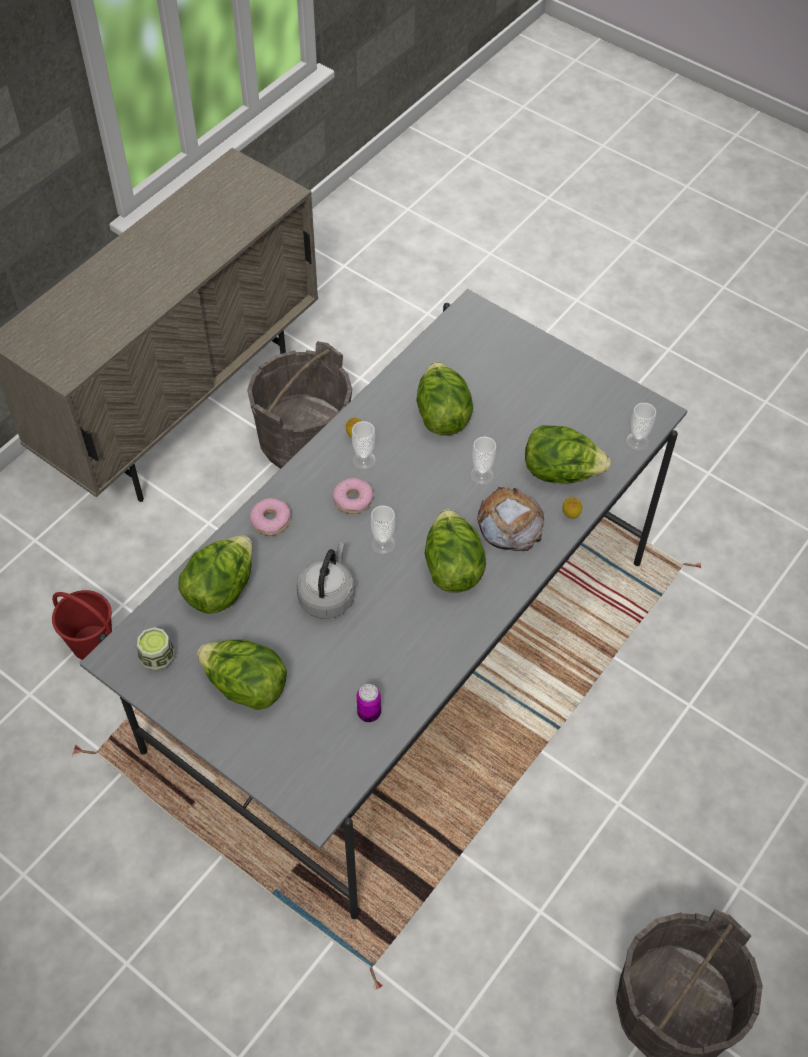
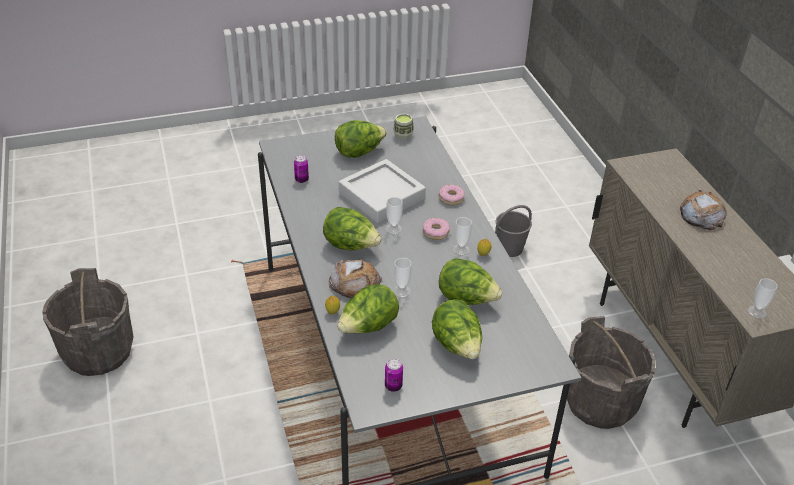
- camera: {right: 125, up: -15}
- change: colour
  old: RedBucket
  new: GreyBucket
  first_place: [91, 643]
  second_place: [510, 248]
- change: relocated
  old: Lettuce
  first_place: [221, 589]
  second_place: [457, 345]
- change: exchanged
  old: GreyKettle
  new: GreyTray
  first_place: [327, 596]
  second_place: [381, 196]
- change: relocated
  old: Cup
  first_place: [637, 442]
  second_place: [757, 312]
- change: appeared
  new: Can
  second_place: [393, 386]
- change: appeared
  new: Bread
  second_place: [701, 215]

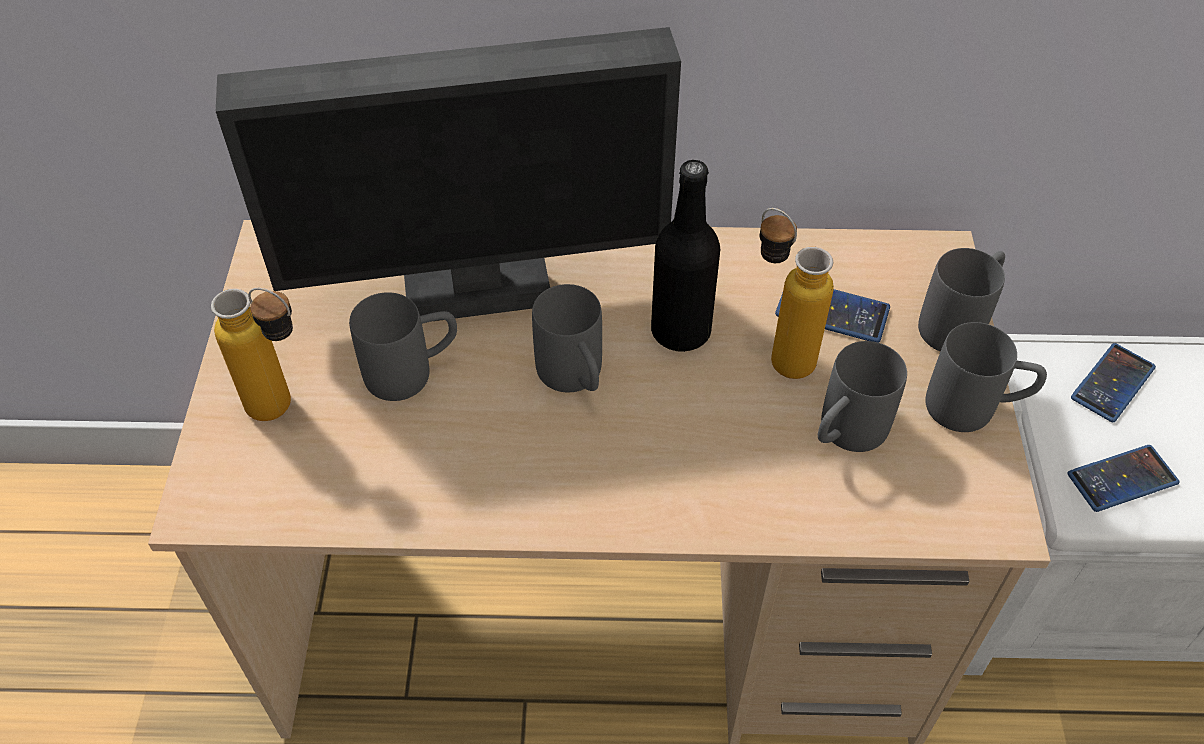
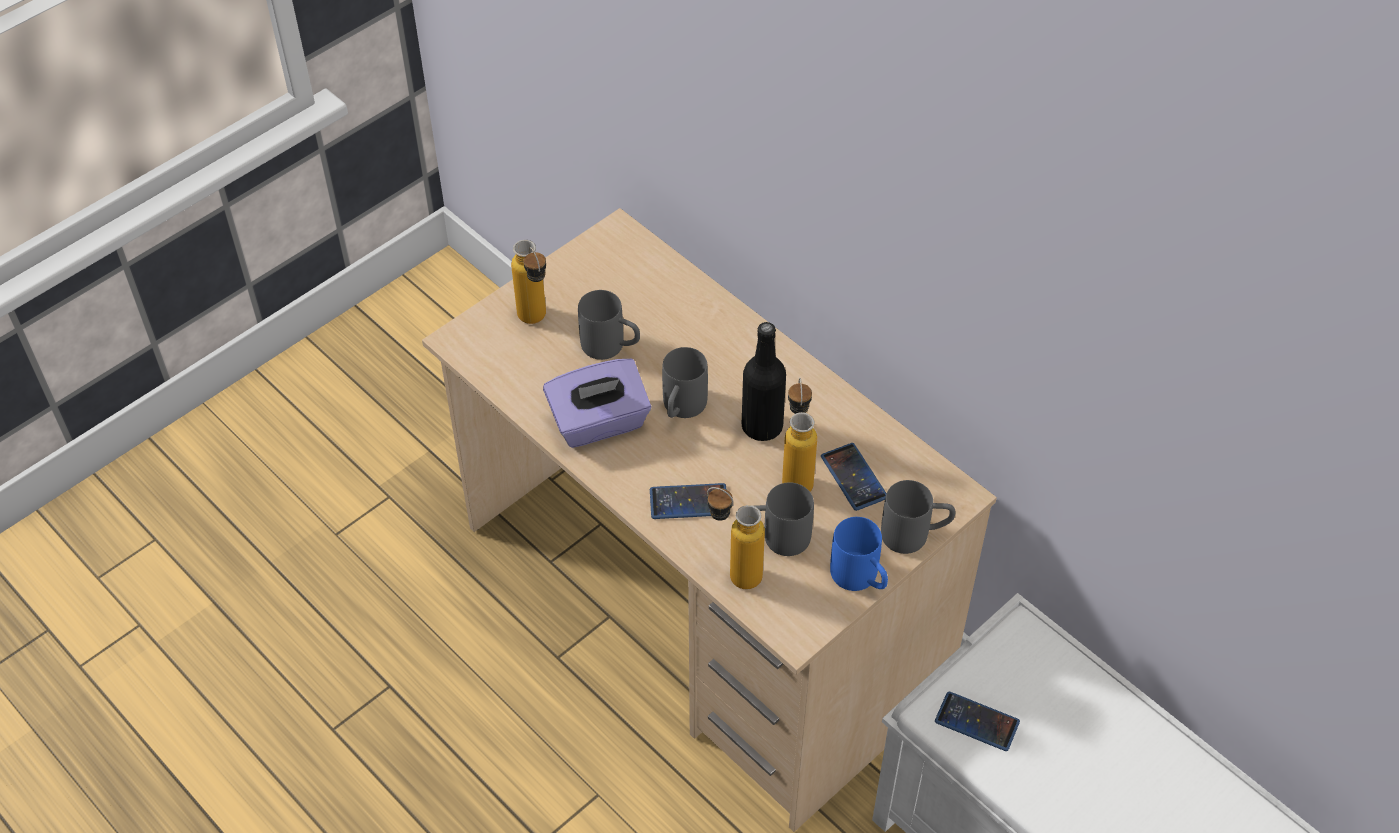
- camera: {right: 45, up: 0}
- change: missing
  old: Monitor
  first_place: [478, 293]
- change: colour
  old: GreyMug
  new: BlueMug
  first_place: [975, 408]
  second_place: [860, 580]
- change: relocated
  old: Phone
  first_place: [1112, 383]
  second_place: [688, 502]
- change: appeared
  new: PurpleTissueBox
  second_place: [599, 423]
- change: appeared
  new: Bottle
  second_place: [733, 572]

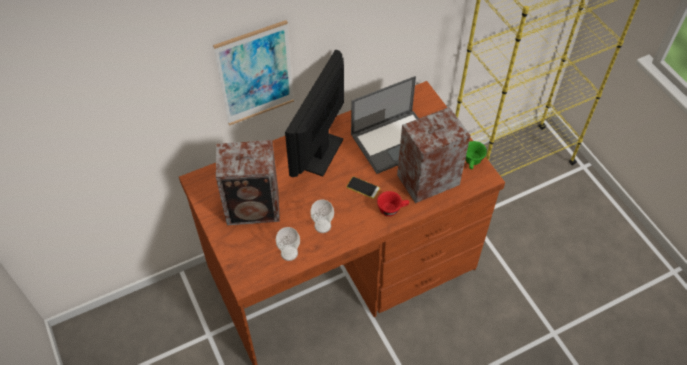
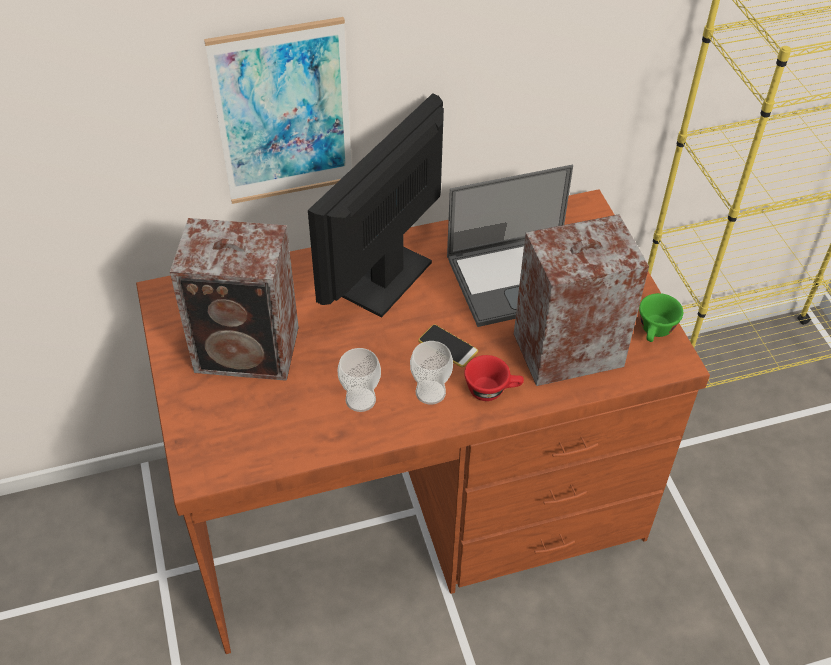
- camera: {right: 10, up: -5}
- change: relocated
  old: Cup
  first_place: [289, 253]
  second_place: [430, 392]

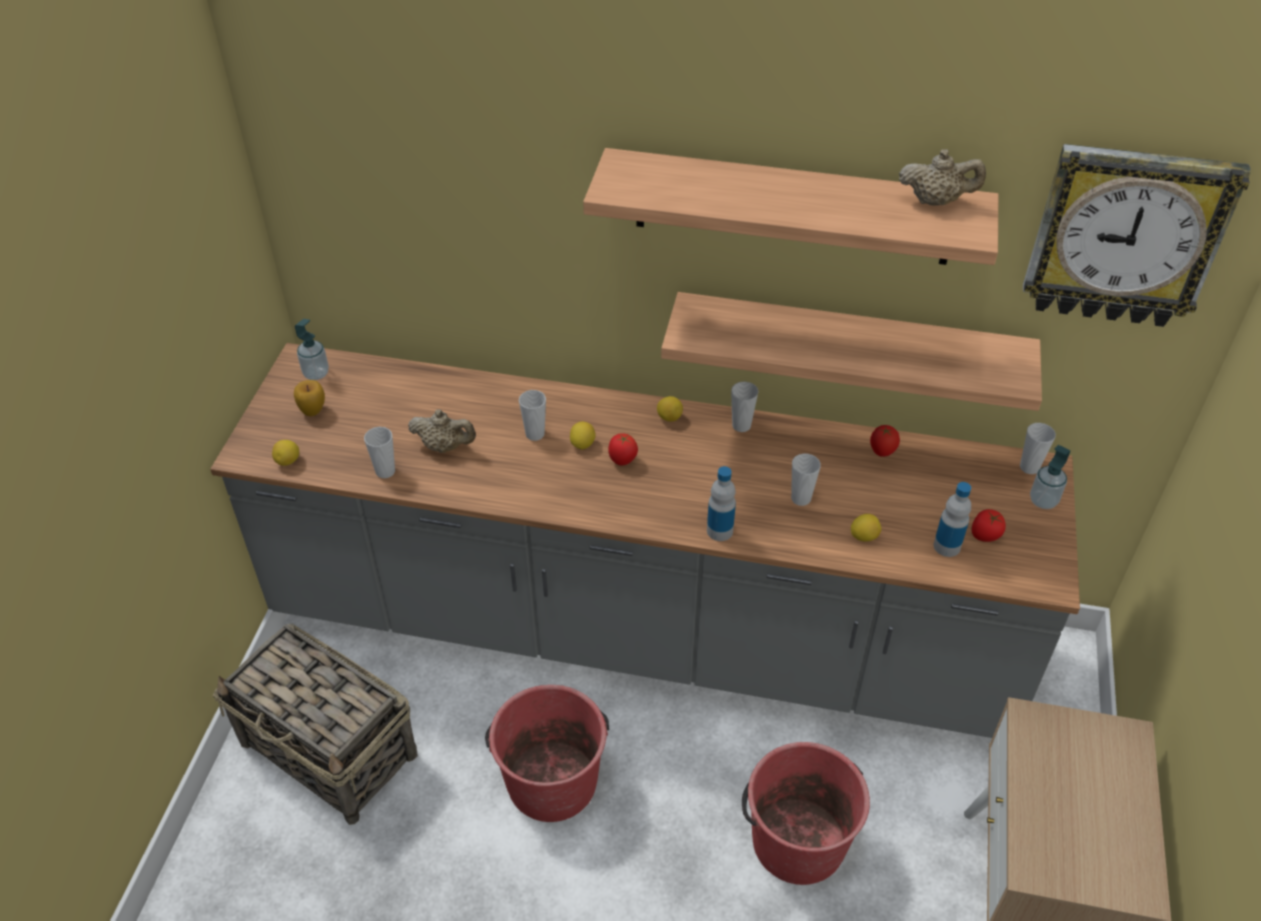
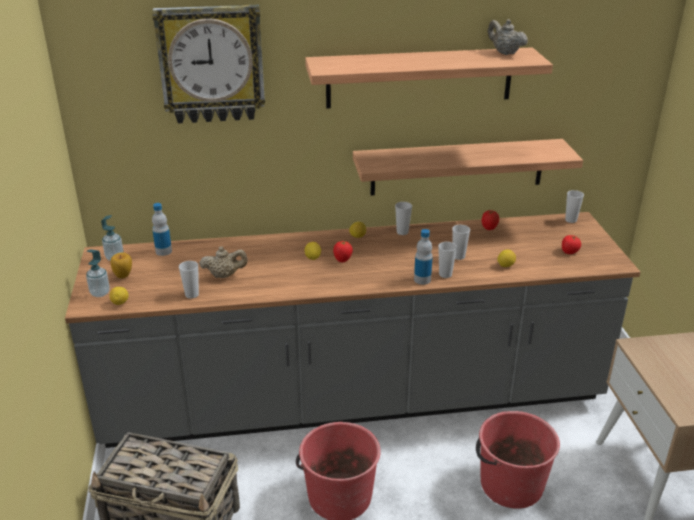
- camera: {right: -20, up: -15}
- change: relocated
  old: Cup
  first_place: [535, 434]
  second_place: [445, 274]
- change: spun
  old: BeigeTeapot
  first_place: [936, 201]
  second_place: [504, 53]
  degrees: -120
- change: relocated
  old: Bottle
  first_place: [947, 546]
  second_place: [163, 251]
- change: relocated
  old: WallClock
  first_place: [1125, 236]
  second_place: [211, 64]
- change: relocated
  old: SoapDispenser
  first_place: [1043, 501]
  second_place: [100, 293]

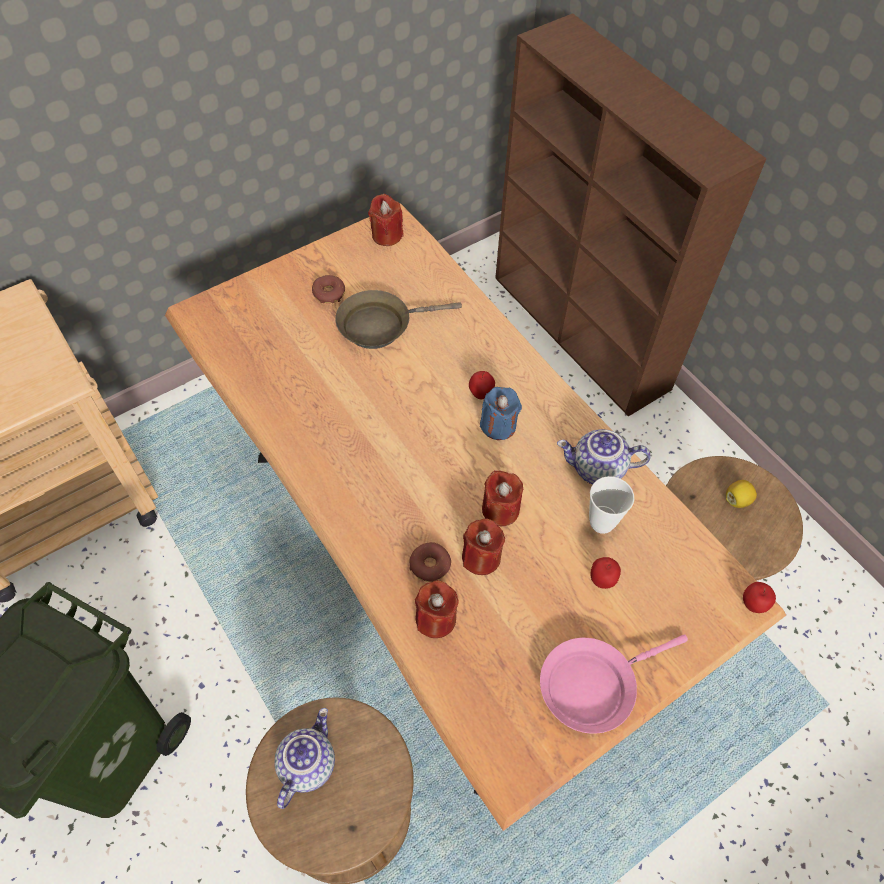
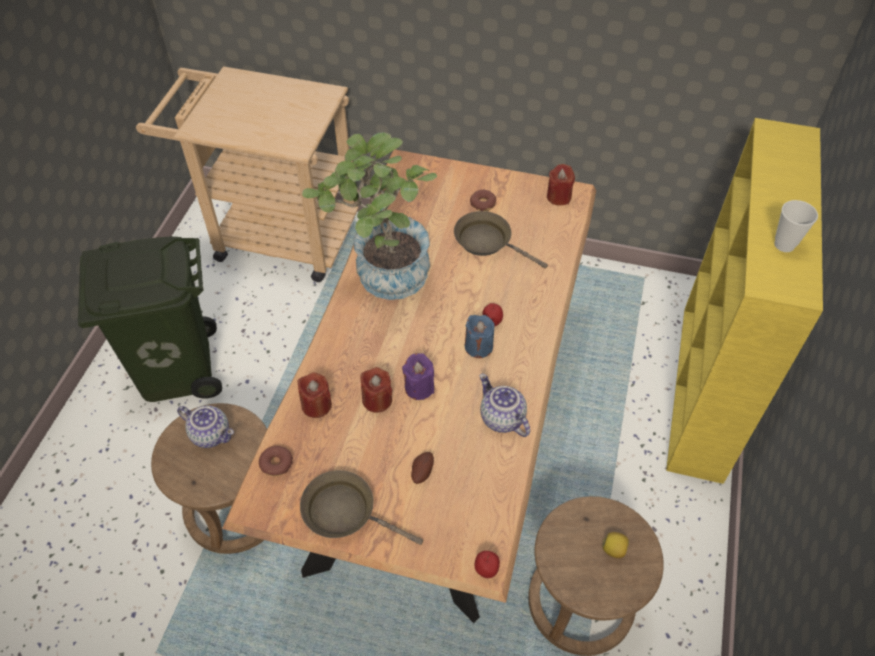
- camera: {right: 50, up: -5}
- change: spun
  old: Teapot
  first_place: [306, 763]
  second_place: [211, 434]
  degrees: 45
- change: relocated
  old: Donut
  first_place: [430, 565]
  second_place: [276, 463]
- change: colour
  old: RedCandle
  new: PurpleCandle
  first_place: [500, 509]
  second_place: [419, 387]
- change: colour
  old: BrownBookcase
  new: YellowBookcase
  first_place: [581, 333]
  second_place: [702, 392]
- change: colour
  old: PinkFryingPan
  new: BrownFryingPan
  first_place: [593, 684]
  second_place: [345, 512]
- change: relocated
  old: Cup
  first_place: [601, 522]
  second_place: [784, 245]
- change: exchanged
  old: Apple
  new: Potato
  first_place: [602, 580]
  second_place: [421, 472]
- change: appeared
  new: PottedPlant
  second_place: [383, 277]

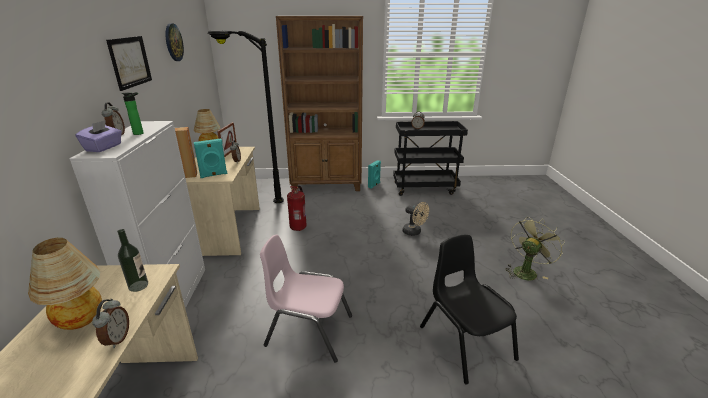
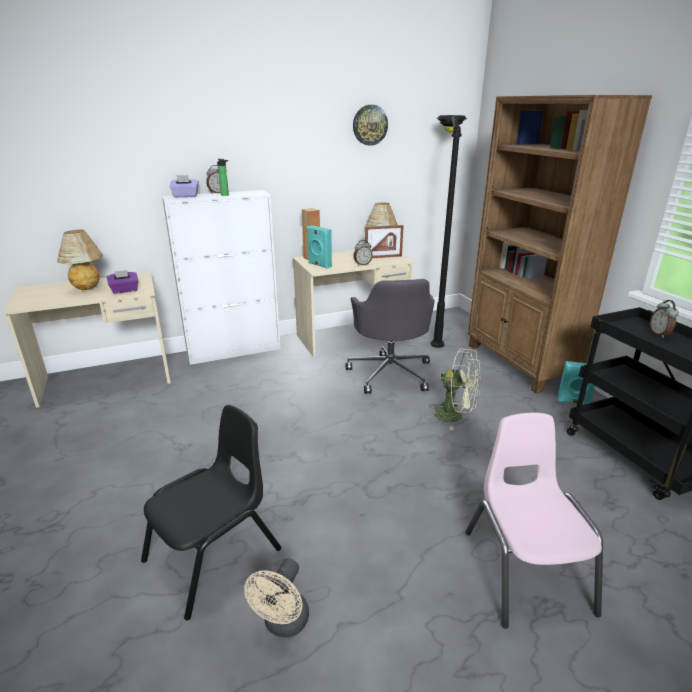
- camera: {right: 70, up: 0}
- change: missing
  old: AlarmClock
  first_place: [117, 339]
- change: missing
  old: Picture
  first_place: [130, 62]
- change: exchanged
  old: Bottle
  new: PurpleTissueBox
  first_place: [138, 286]
  second_place: [125, 290]
- change: relocated
  old: PinkChair
  first_place: [309, 331]
  second_place: [525, 570]
- change: exchanged
  old: FireExtinguisher
  new: GreyOfficeChair
  first_place: [299, 227]
  second_place: [390, 373]
- change: relocated
  old: BeigeFan
  first_place: [414, 232]
  second_place: [283, 624]
- change: relocated
  old: GreenFan
  first_place: [526, 271]
  second_place: [455, 416]

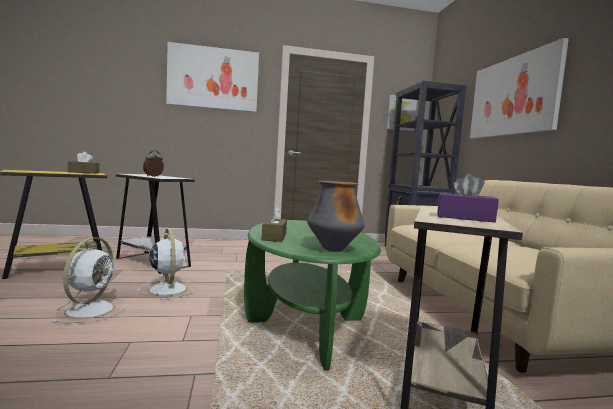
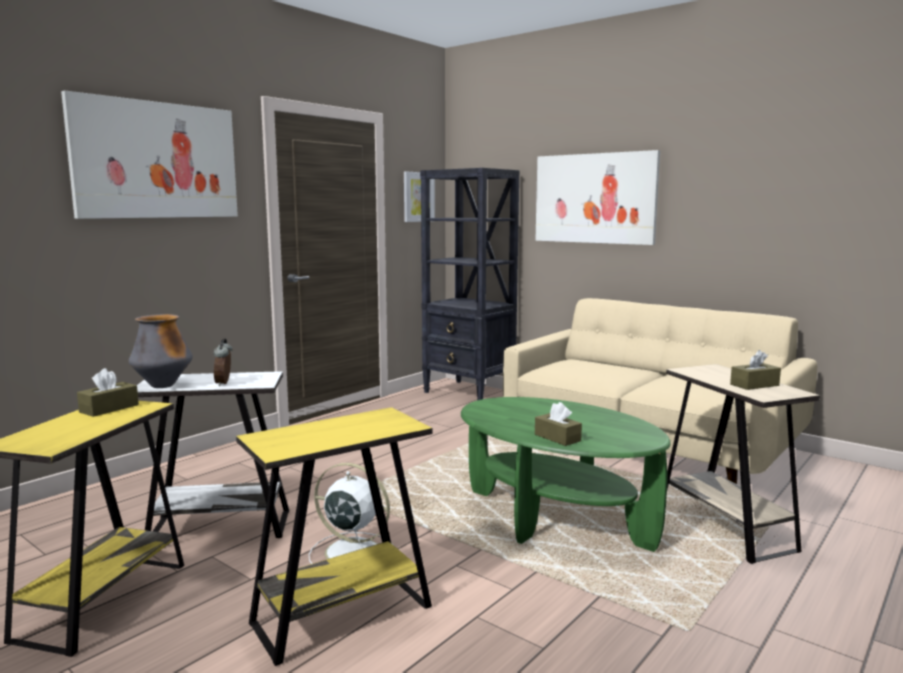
- camera: {right: -40, up: 5}
- change: exchanged
  old: WhiteFan
  new: YellowSideTable
  first_place: [91, 309]
  second_place: [342, 615]
- change: relocated
  old: Vase
  first_place: [334, 249]
  second_place: [163, 386]
- change: colour
  old: PurpleTissueBox
  new: BrownTissueBox
  first_place: [464, 218]
  second_place: [754, 385]

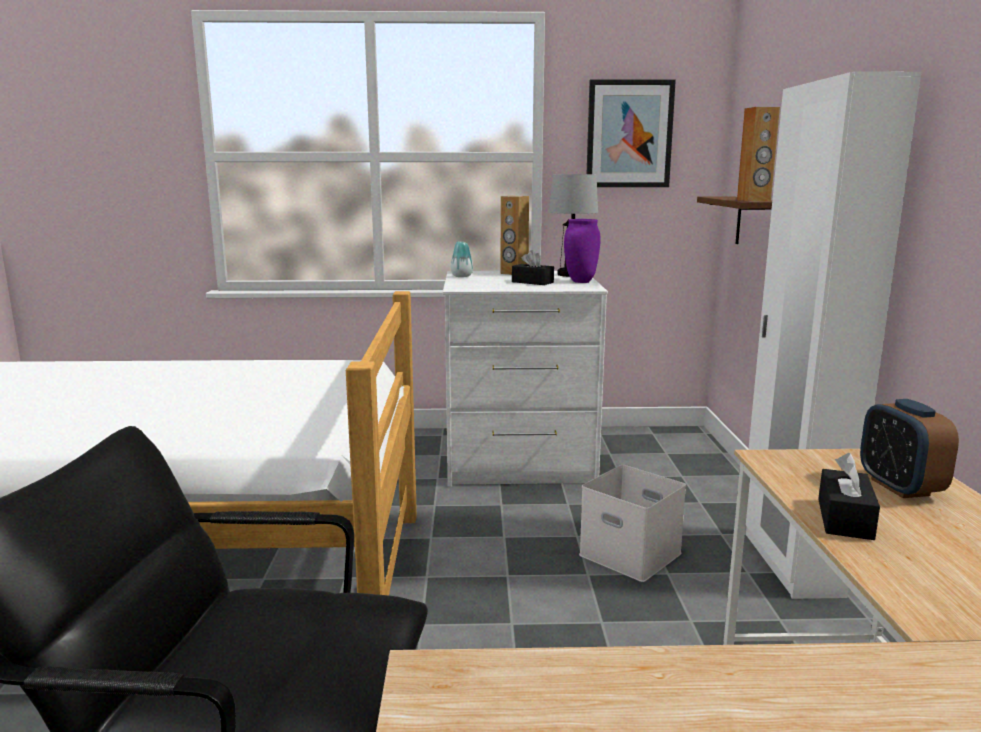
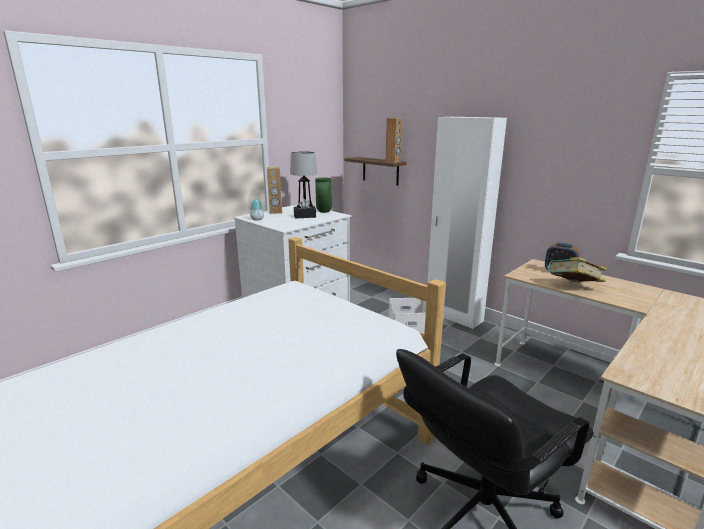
- camera: {right: -45, up: 5}
- change: colour
  old: PurpleVase
  new: GreenVase
  first_place: [581, 282]
  second_place: [324, 212]
- change: missing
  old: Picture
  first_place: [629, 134]
- change: exchanged
  old: BlackTissueBox
  new: Book
  first_place: [845, 519]
  second_place: [573, 287]

